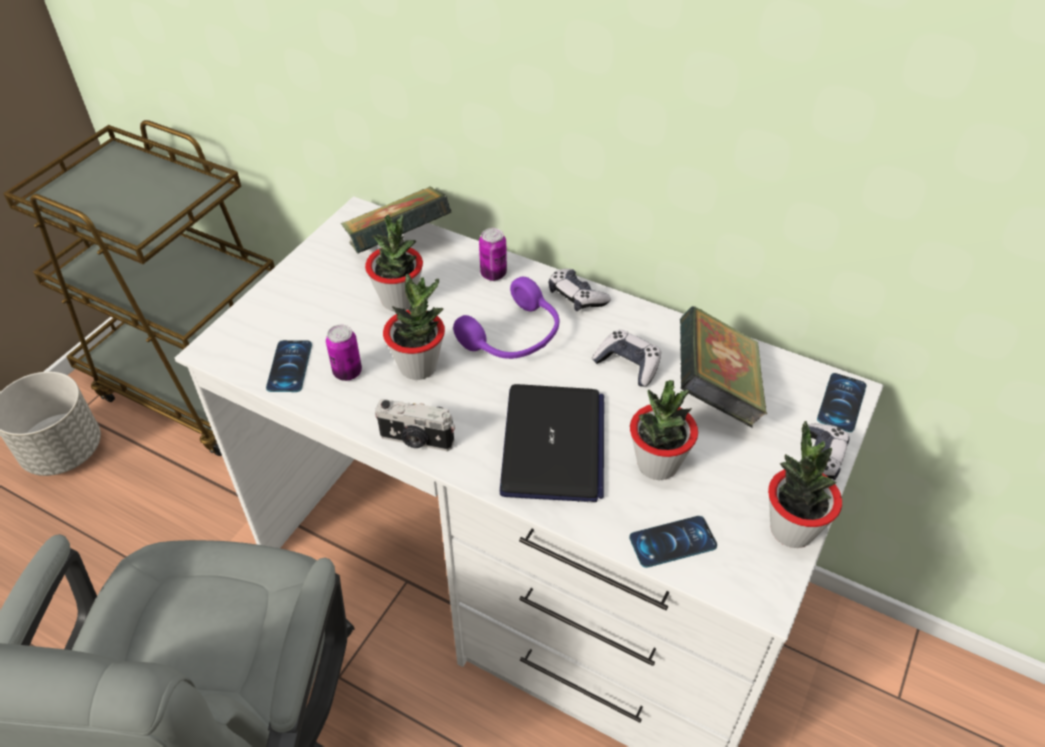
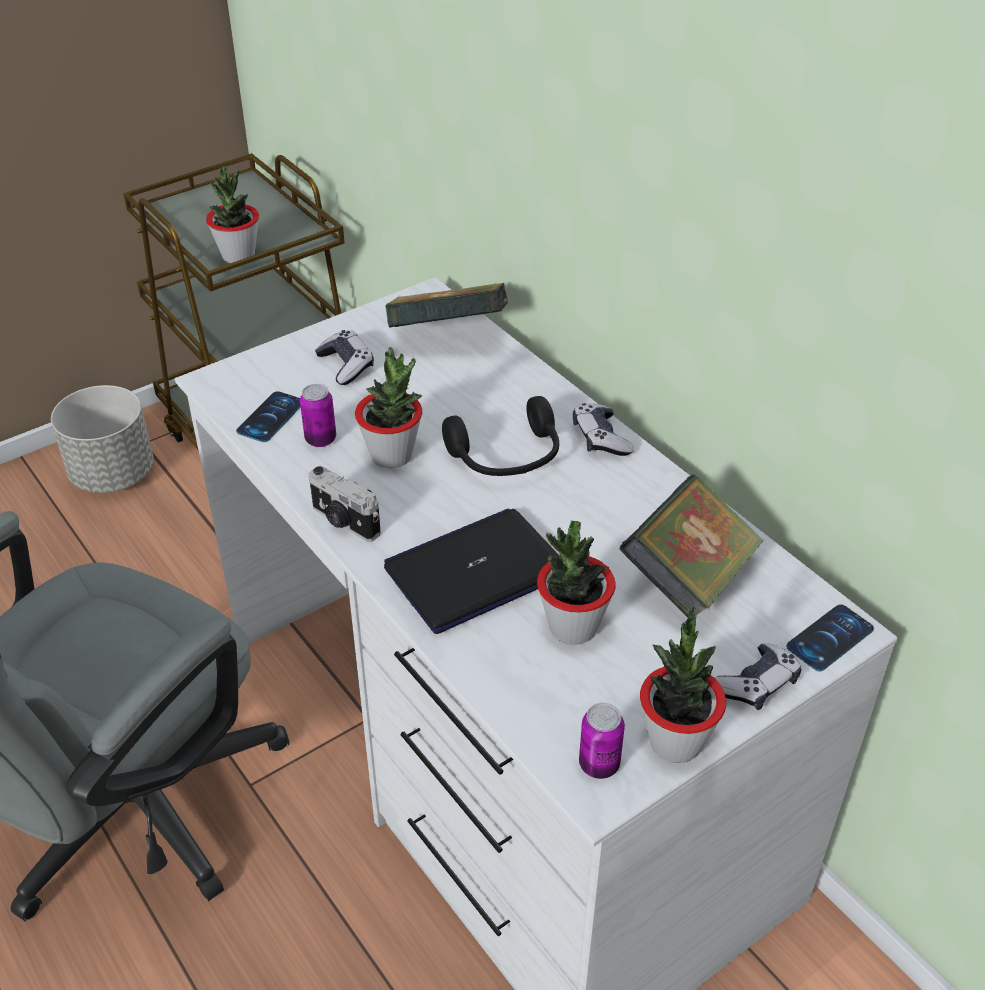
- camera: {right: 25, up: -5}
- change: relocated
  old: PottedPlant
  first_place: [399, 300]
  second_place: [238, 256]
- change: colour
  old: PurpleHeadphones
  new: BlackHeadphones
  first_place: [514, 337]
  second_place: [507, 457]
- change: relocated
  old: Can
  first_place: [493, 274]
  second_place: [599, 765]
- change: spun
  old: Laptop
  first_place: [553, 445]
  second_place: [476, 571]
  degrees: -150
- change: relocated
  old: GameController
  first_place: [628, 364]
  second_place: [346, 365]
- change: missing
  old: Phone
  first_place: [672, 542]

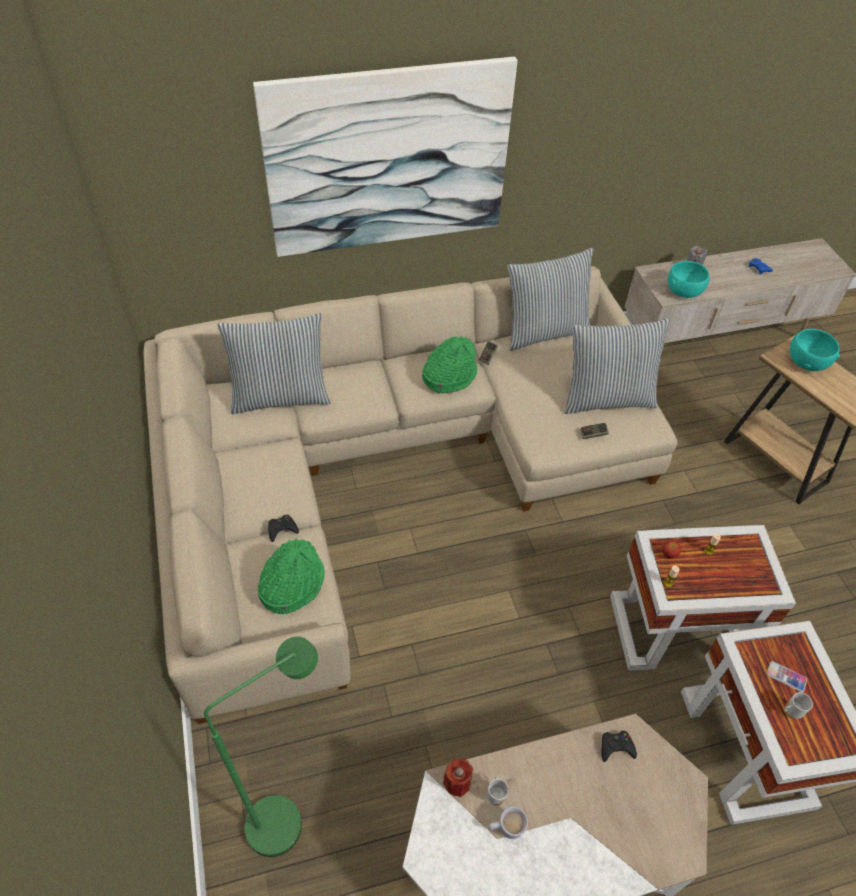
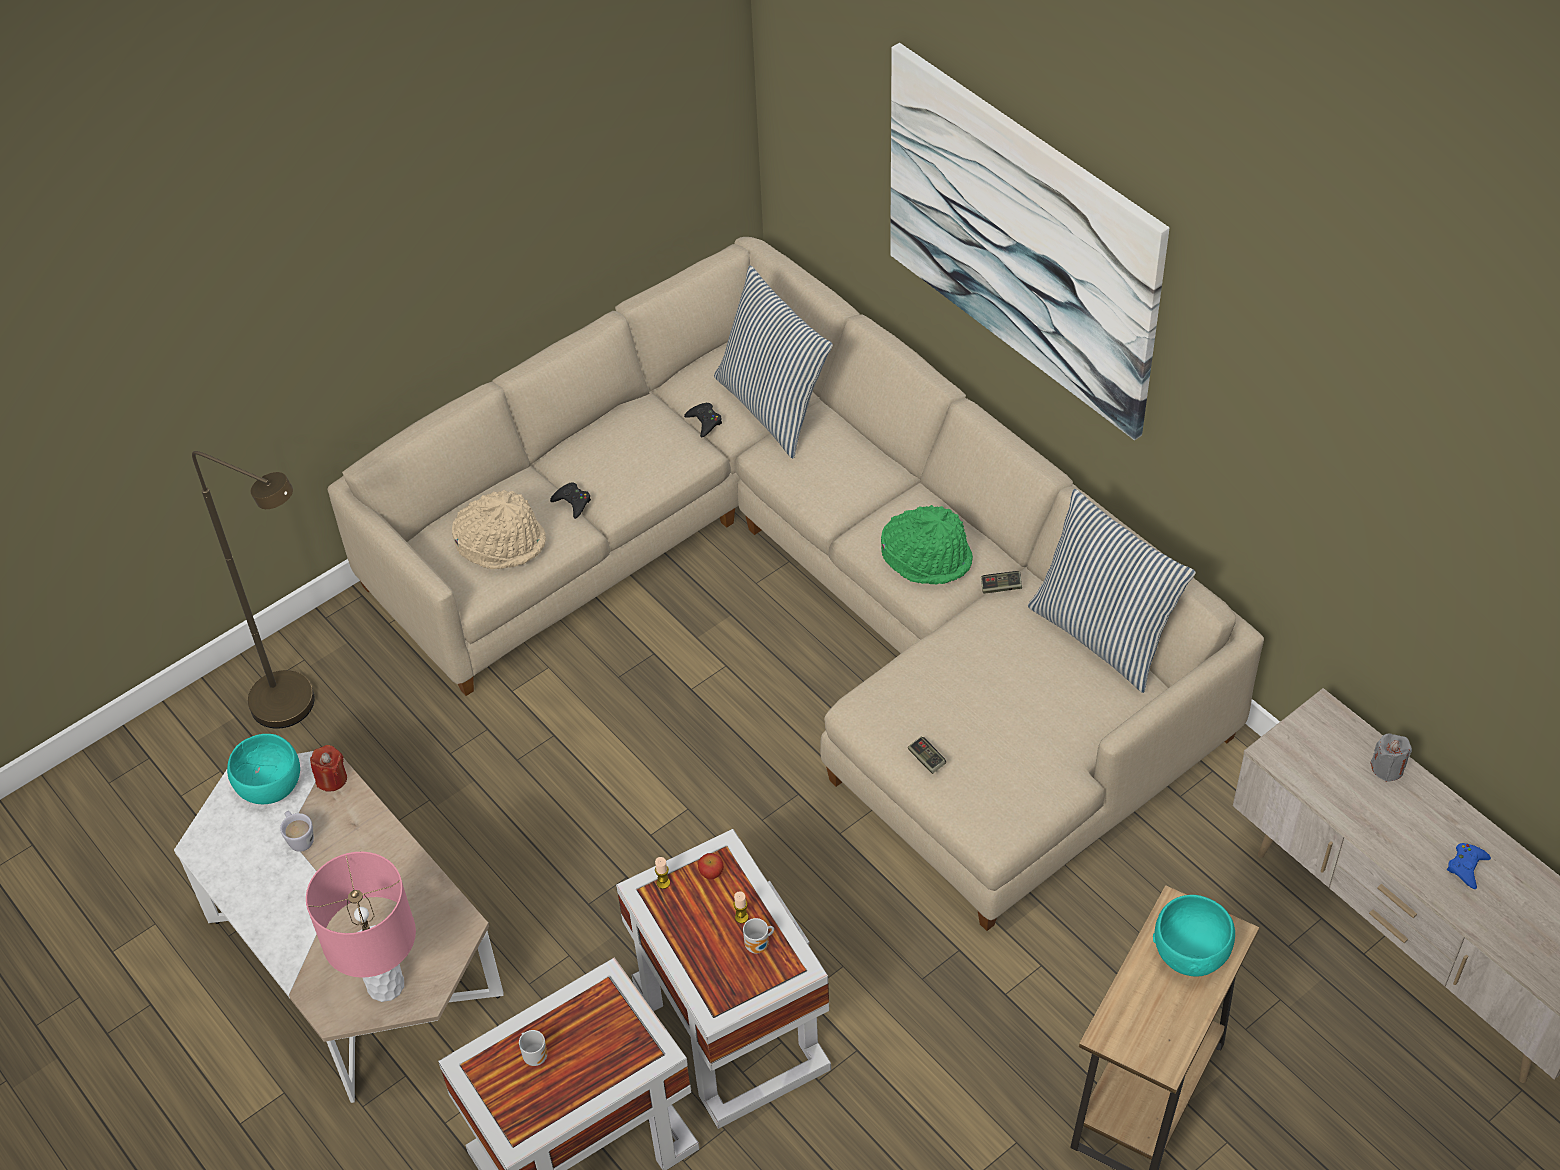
- camera: {right: 70, up: 0}
- change: colour
  old: GreenFloorLamp
  new: BrownFloorLamp
  first_place: [287, 814]
  second_place: [299, 707]
- change: colour
  old: GreenHat
  new: BeigeHat
  first_place: [291, 584]
  second_place: [501, 543]
- change: relocated
  old: Mug
  first_place: [496, 795]
  second_place: [759, 946]
- change: missing
  old: Pillow
  first_place: [606, 398]
- change: relocated
  old: BlackGameController
  first_place: [616, 747]
  second_place: [704, 422]
- change: relocated
  old: TurquoiseBowl
  first_place: [684, 292]
  second_place: [269, 787]
- change: missing
  old: Phone
  first_place: [786, 677]
- change: appeared
  new: PinkTableLamp
  second_place: [386, 985]

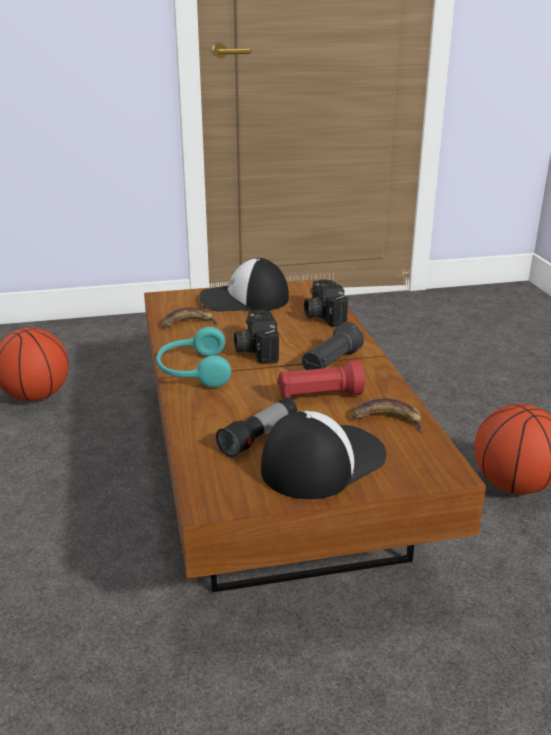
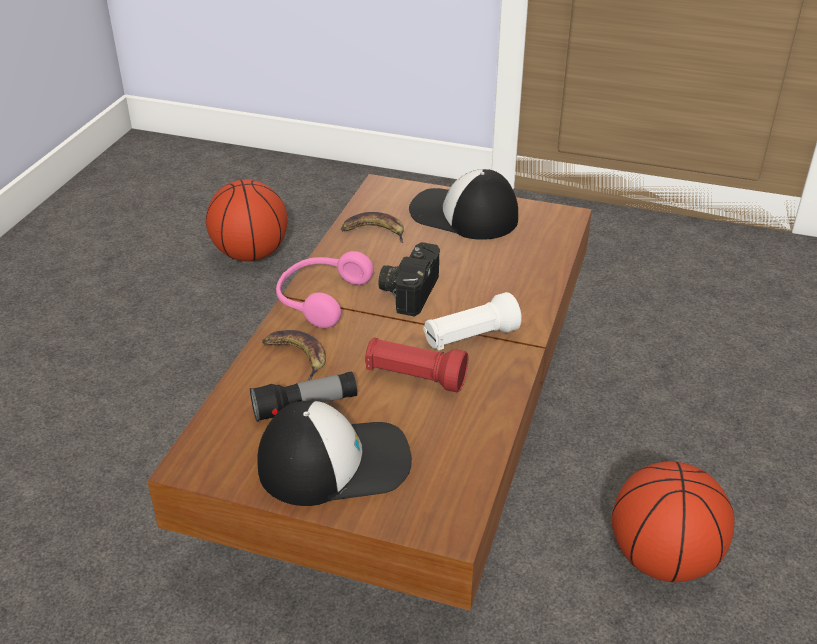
- camera: {right: 30, up: 10}
- change: colour
  old: TurquoiseHeadphones
  new: PinkHeadphones
  first_place: [193, 371]
  second_place: [320, 298]
- change: colour
  old: BlackFlashlight
  new: WhiteFlashlight
  first_place: [331, 364]
  second_place: [470, 338]
- change: missing
  old: PhotoCamera
  first_place: [322, 315]
- change: relocated
  old: Banana
  first_place: [387, 420]
  second_place: [296, 356]

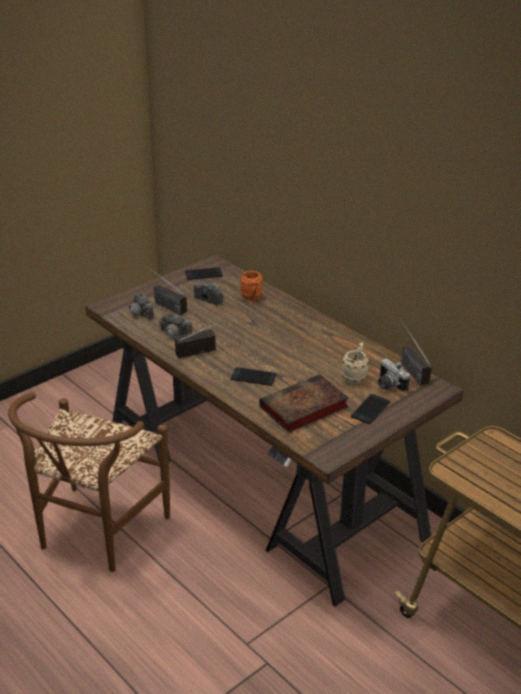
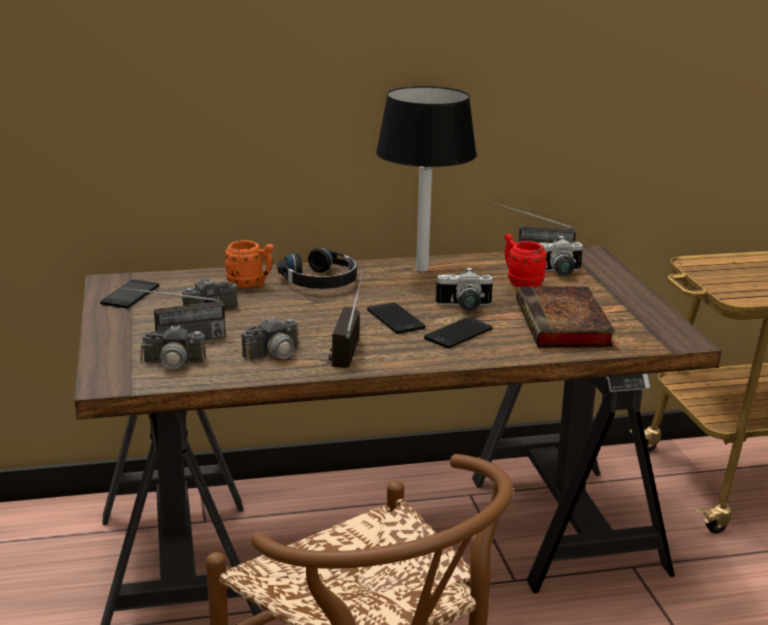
- camera: {right: -60, up: -10}
- change: colour
  old: BeigeMug
  new: RedMug
  first_place: [355, 376]
  second_place: [520, 282]
- change: relocated
  old: Phone
  first_place: [370, 409]
  second_place: [395, 319]
- change: appeared
  new: BlackHeadphones
  second_place: [321, 281]
- change: appeared
  new: BlackTableLamp
  second_place: [421, 269]
- change: appeared
  new: PhotoCamera
  second_place: [464, 307]

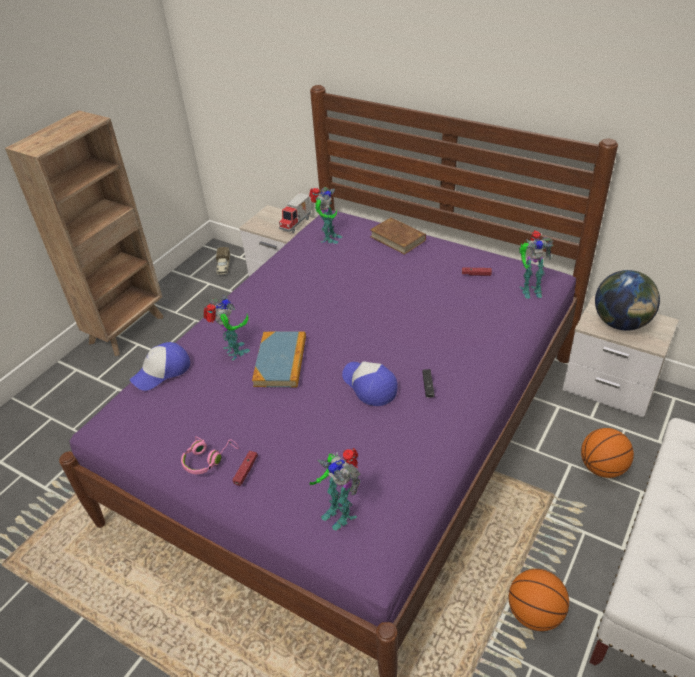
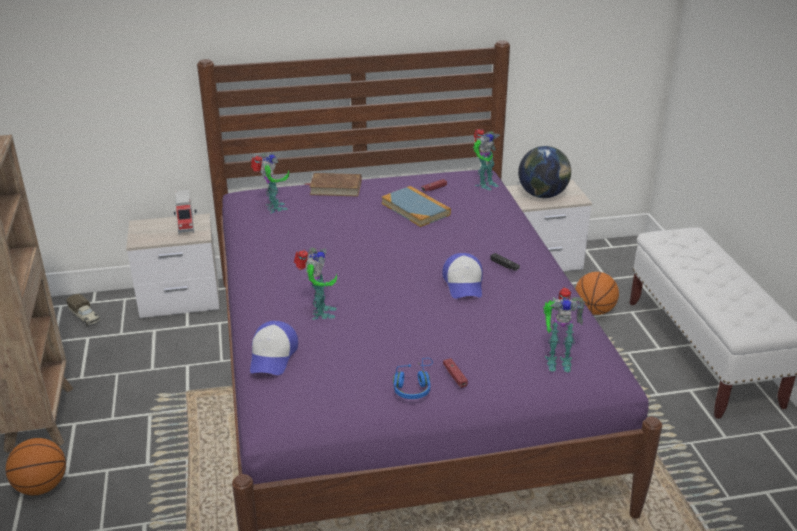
- camera: {right: -45, up: -10}
- change: colour
  old: PinkHeadphones
  new: BlueHeadphones
  first_place: [208, 459]
  second_place: [414, 386]
- change: spun
  old: ToyRobot
  first_place: [234, 352]
  second_place: [320, 313]
  degrees: 75
- change: relocated
  old: Book
  first_place: [280, 361]
  second_place: [415, 209]
- change: spun
  old: Cap
  first_place: [369, 386]
  second_place: [464, 284]
  degrees: -105
- change: relocated
  old: Basketball
  first_place: [534, 613]
  second_place: [41, 486]

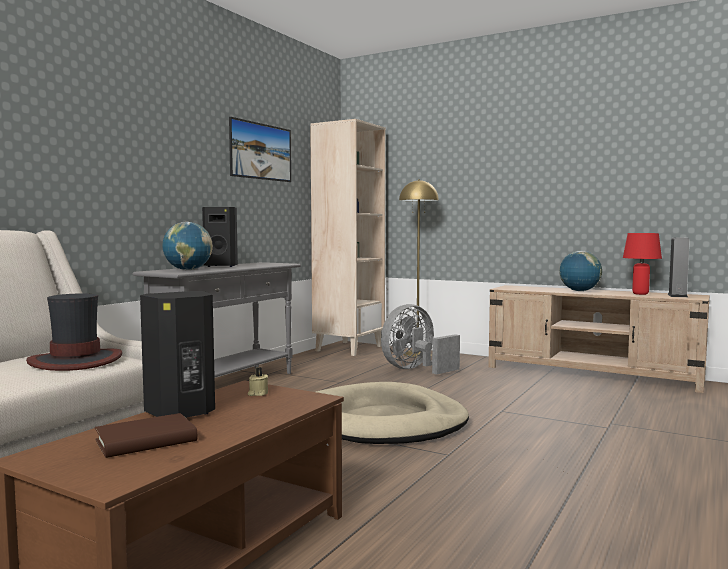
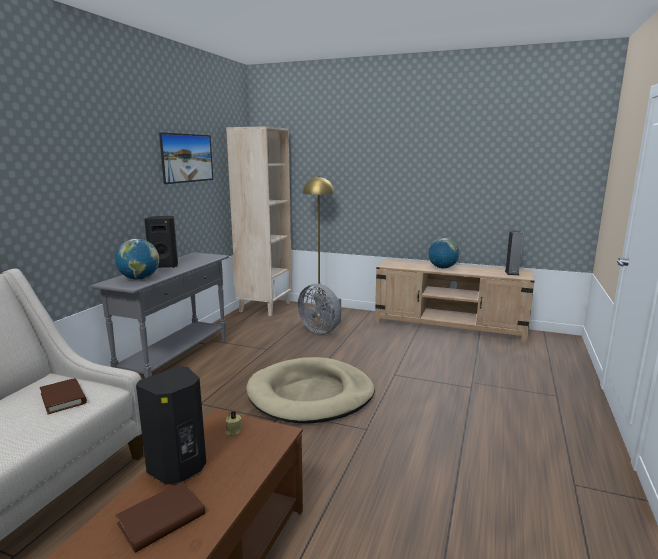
- camera: {right: -10, up: 10}
- change: exchanged
  old: Hat
  new: BrownBook
  first_place: [76, 361]
  second_place: [63, 398]
- change: spun
  old: GreyFan
  first_place: [415, 369]
  second_place: [321, 330]
  degrees: -90
- change: missing
  old: RedTableLamp
  first_place: [640, 294]

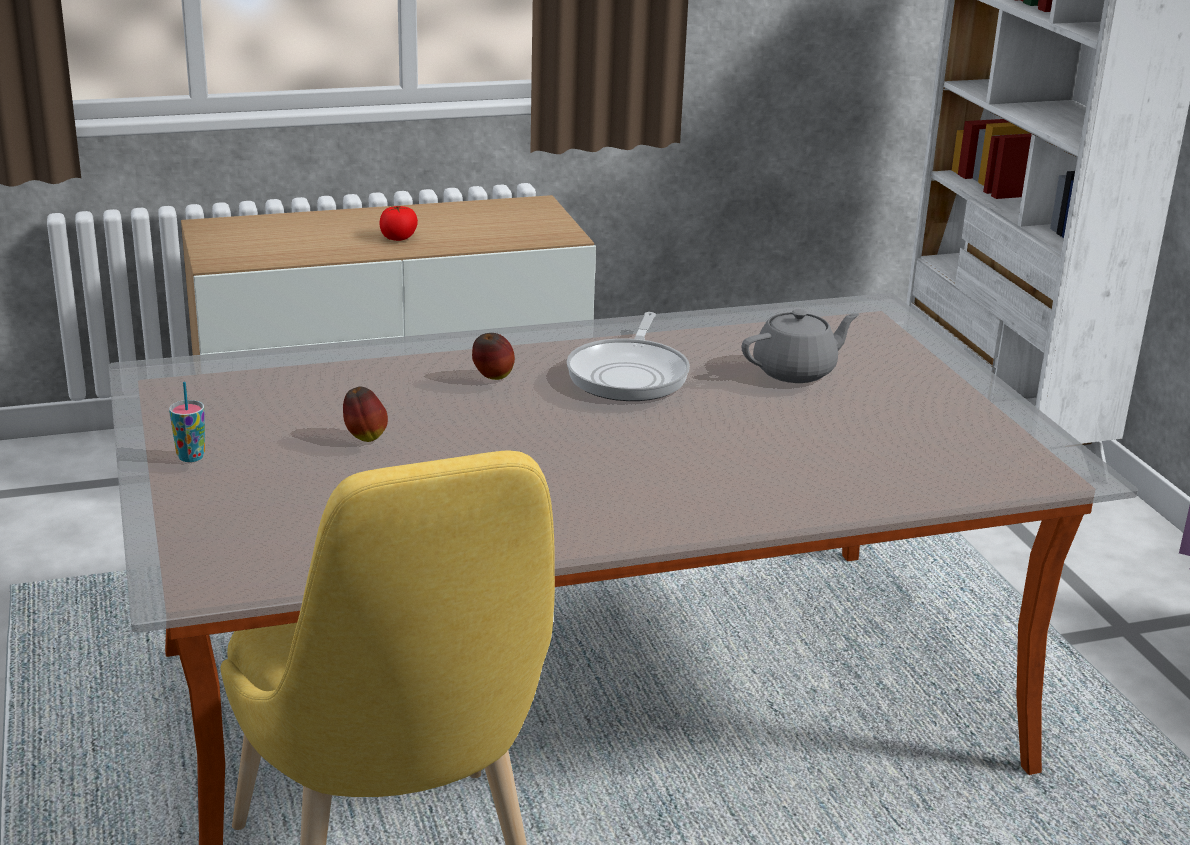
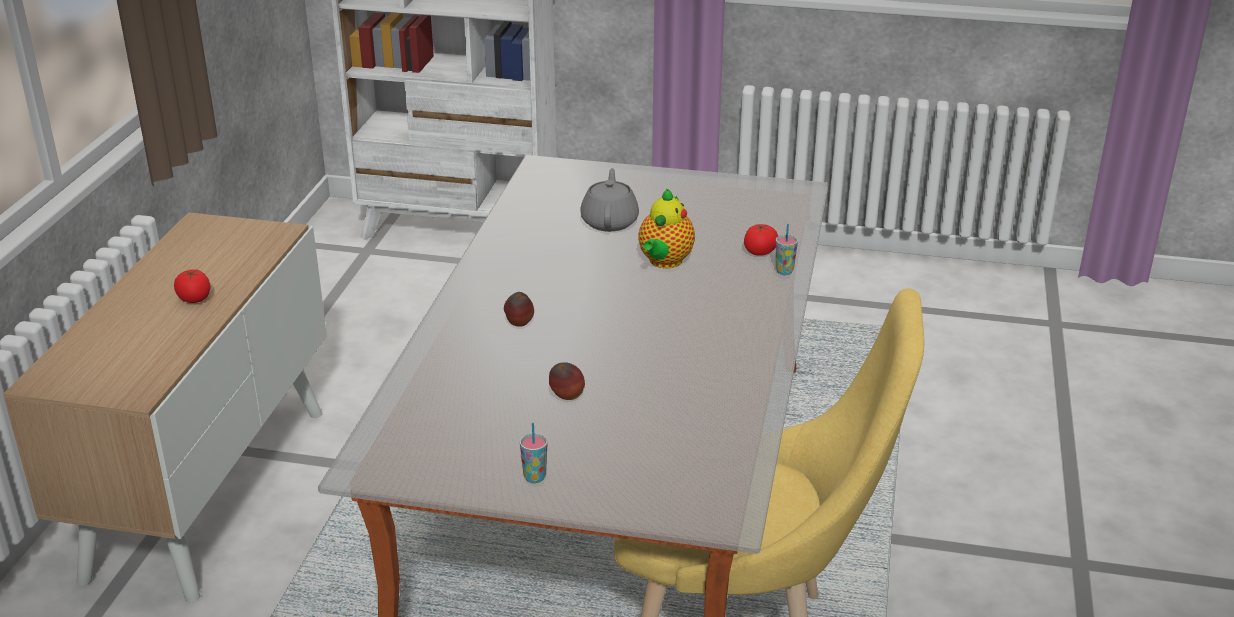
- camera: {right: -60, up: 5}
- change: missing
  old: FryingPan
  first_place: [630, 374]
- change: appeared
  new: Teapot
  second_place: [664, 262]
- change: appeared
  new: Tomato
  second_place: [760, 252]
- change: appeared
  new: Cup
  second_place: [784, 271]

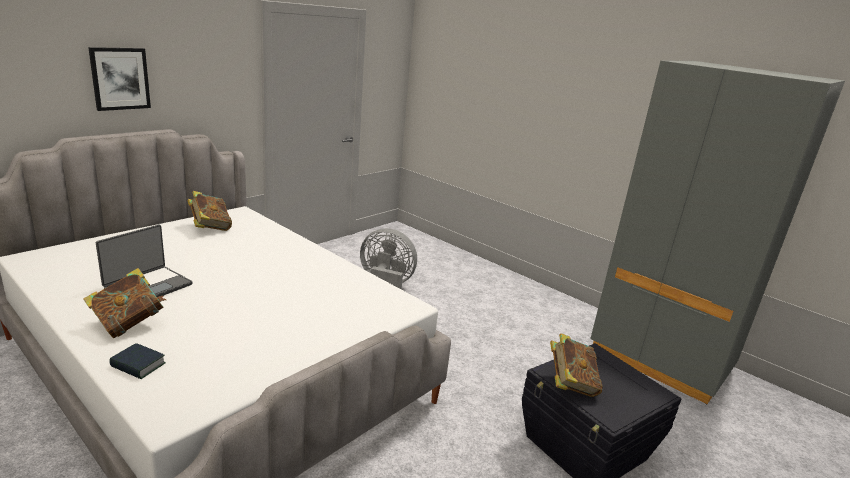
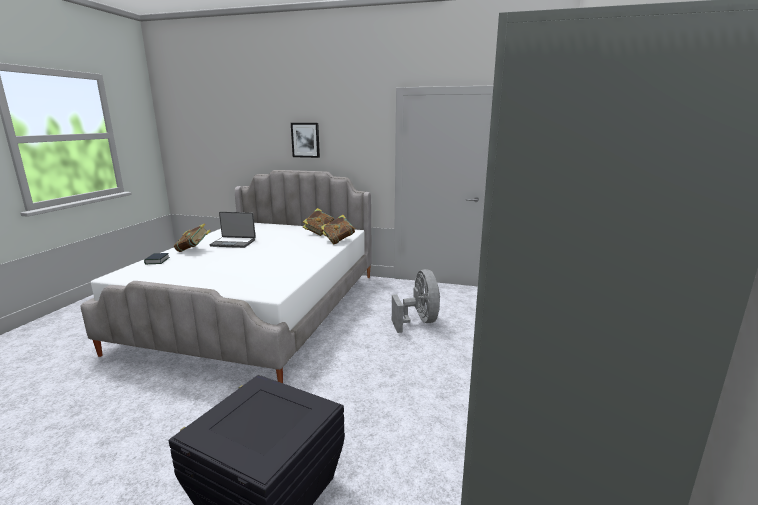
- camera: {right: 65, up: -5}
- change: relocated
  old: Book
  first_place: [570, 384]
  second_place: [338, 241]

